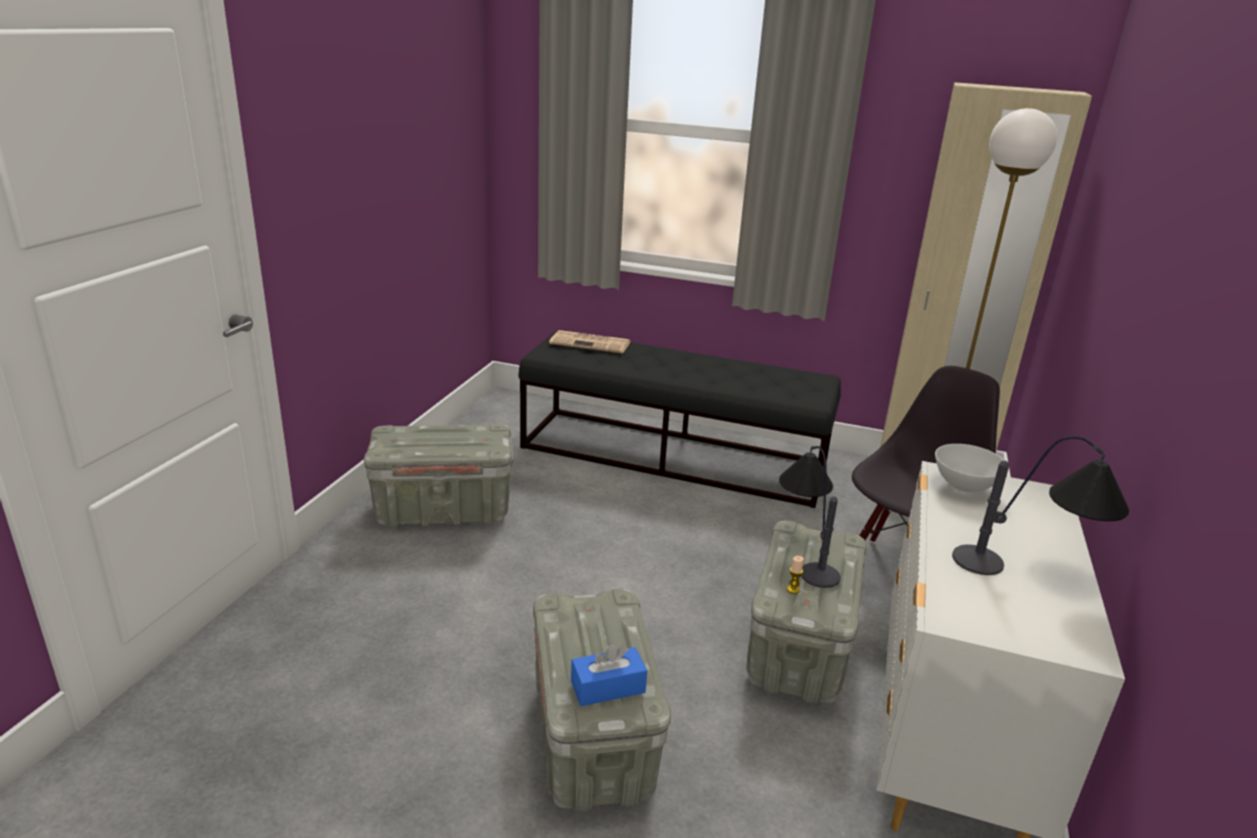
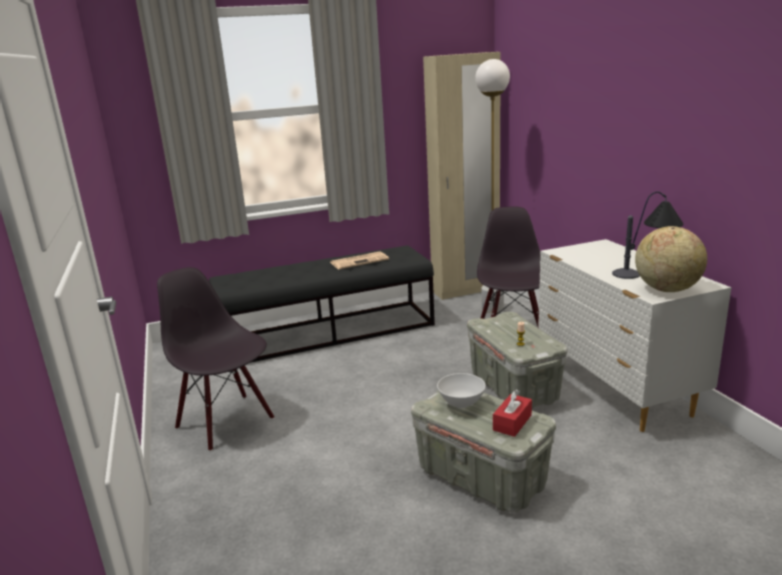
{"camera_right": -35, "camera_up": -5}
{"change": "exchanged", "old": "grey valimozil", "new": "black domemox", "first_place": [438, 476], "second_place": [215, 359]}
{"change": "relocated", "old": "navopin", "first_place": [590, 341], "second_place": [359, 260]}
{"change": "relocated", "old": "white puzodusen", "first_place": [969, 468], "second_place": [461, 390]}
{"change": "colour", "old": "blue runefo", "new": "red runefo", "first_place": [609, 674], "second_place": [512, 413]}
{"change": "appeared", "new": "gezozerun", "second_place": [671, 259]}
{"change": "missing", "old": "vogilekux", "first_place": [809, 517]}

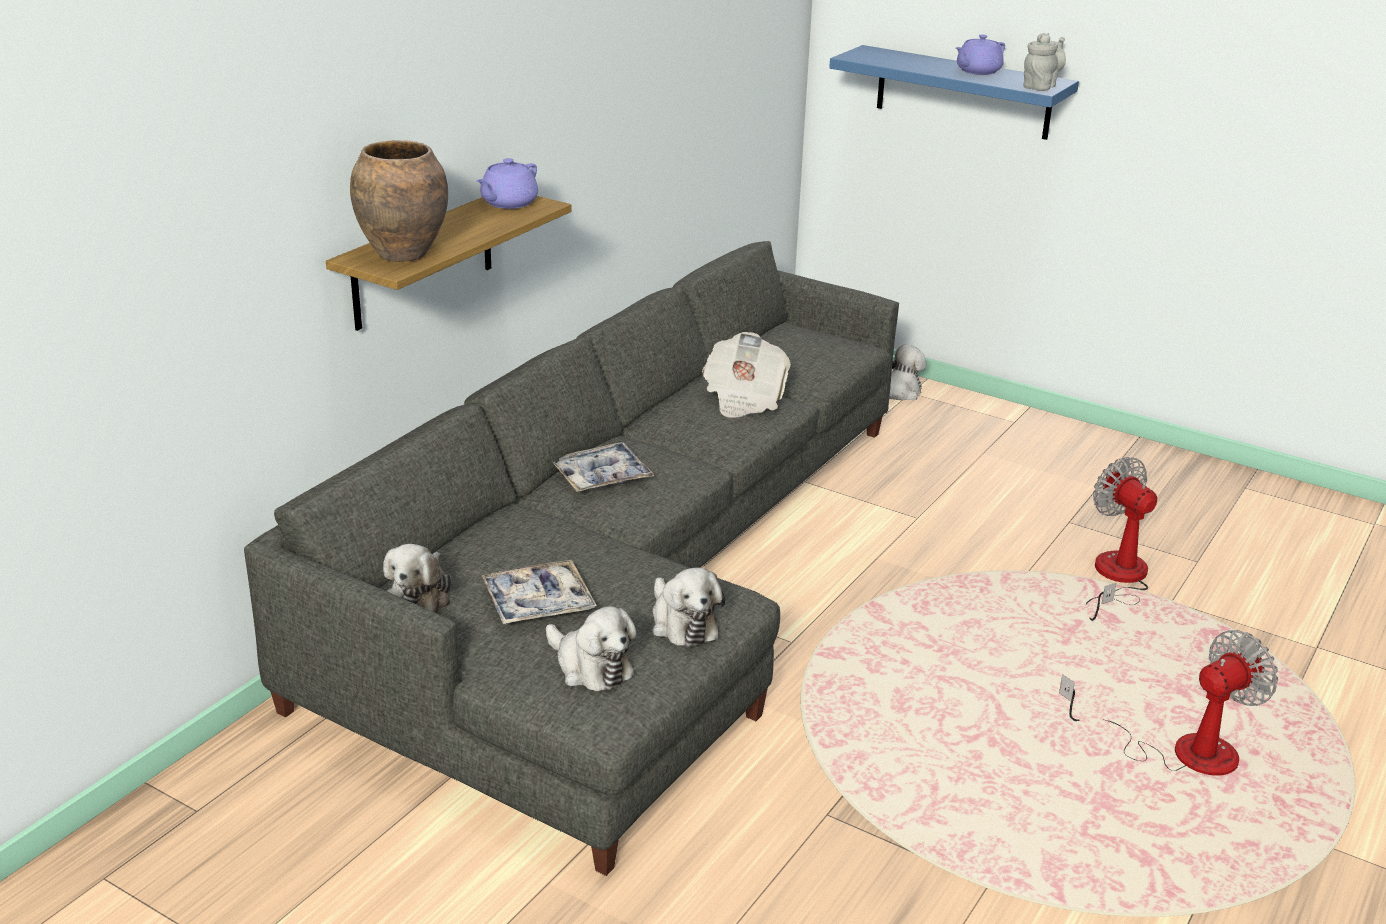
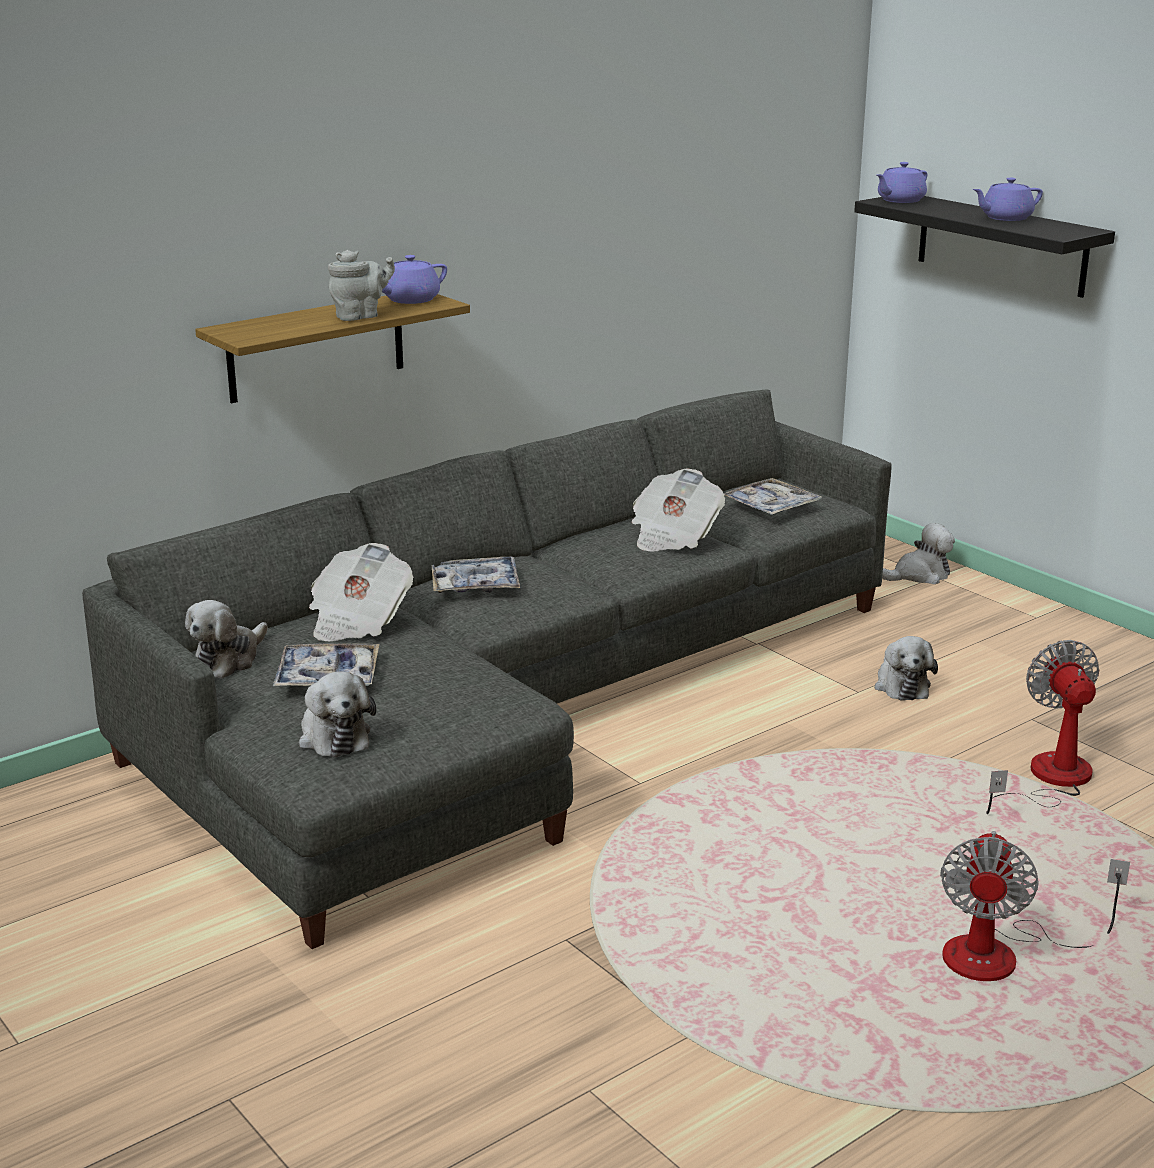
{"camera_right": 20, "camera_up": -5}
{"change": "appeared", "new": "navopin", "second_place": [361, 592]}
{"change": "relocated", "old": "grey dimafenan", "first_place": [1044, 62], "second_place": [361, 285]}
{"change": "appeared", "new": "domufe", "second_place": [773, 496]}
{"change": "colour", "old": "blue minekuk", "new": "black minekuk", "first_place": [954, 92], "second_place": [984, 247]}
{"change": "relocated", "old": "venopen", "first_place": [688, 607], "second_place": [906, 668]}
{"change": "appeared", "new": "purple dimafenan", "second_place": [902, 182]}
{"change": "spun", "old": "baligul", "first_place": [1168, 702], "second_place": [1035, 906], "degrees": 120}
{"change": "missing", "old": "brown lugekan", "first_place": [399, 201]}

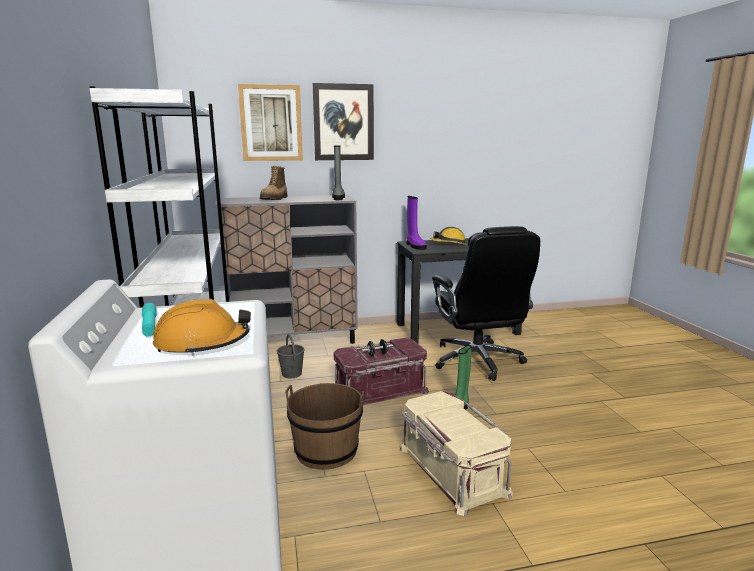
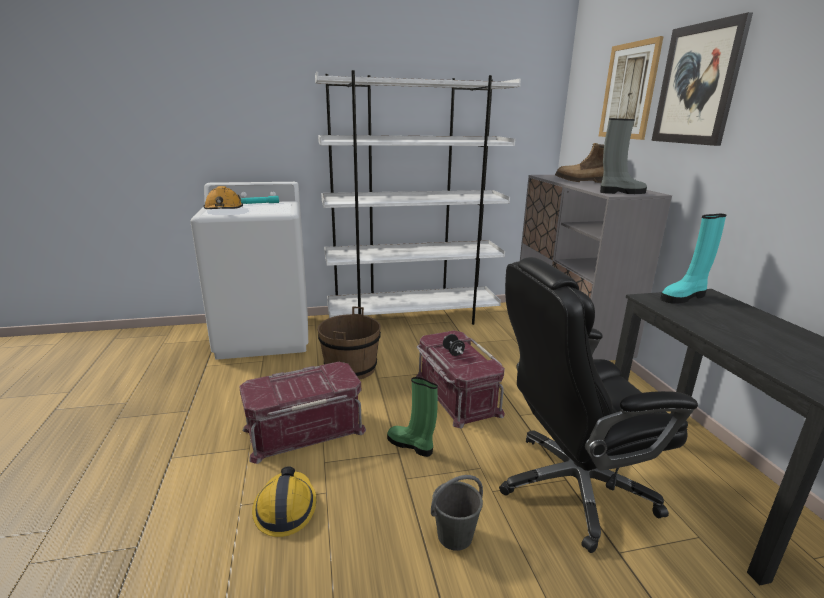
{"camera_right": 90, "camera_up": 5}
{"change": "colour", "old": "beige valimozil", "new": "red valimozil", "first_place": [456, 453], "second_place": [302, 413]}
{"change": "relocated", "old": "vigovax", "first_place": [448, 236], "second_place": [284, 501]}
{"change": "relocated", "old": "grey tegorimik", "first_place": [291, 356], "second_place": [457, 513]}
{"change": "colour", "old": "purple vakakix", "new": "turquoise vakakix", "first_place": [417, 223], "second_place": [693, 259]}

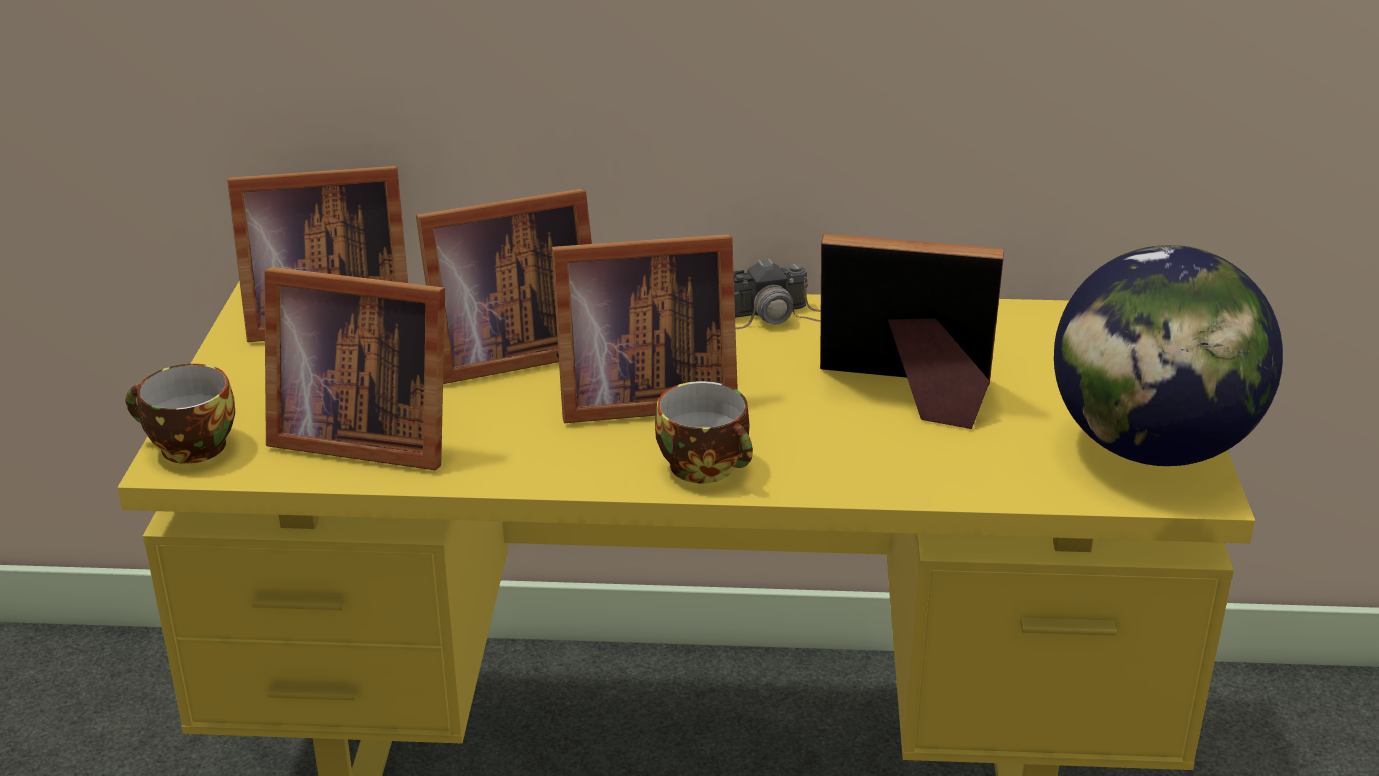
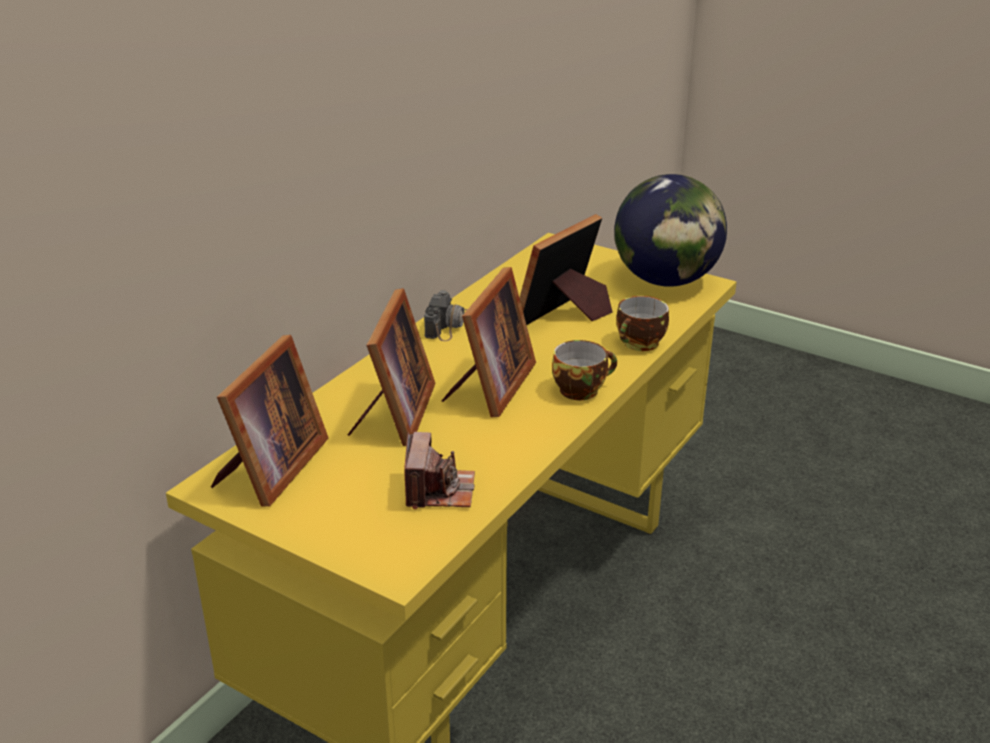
{"camera_right": -60, "camera_up": 0}
{"change": "exchanged", "old": "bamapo", "new": "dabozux", "first_place": [354, 368], "second_place": [439, 471]}
{"change": "relocated", "old": "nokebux", "first_place": [180, 414], "second_place": [642, 323]}

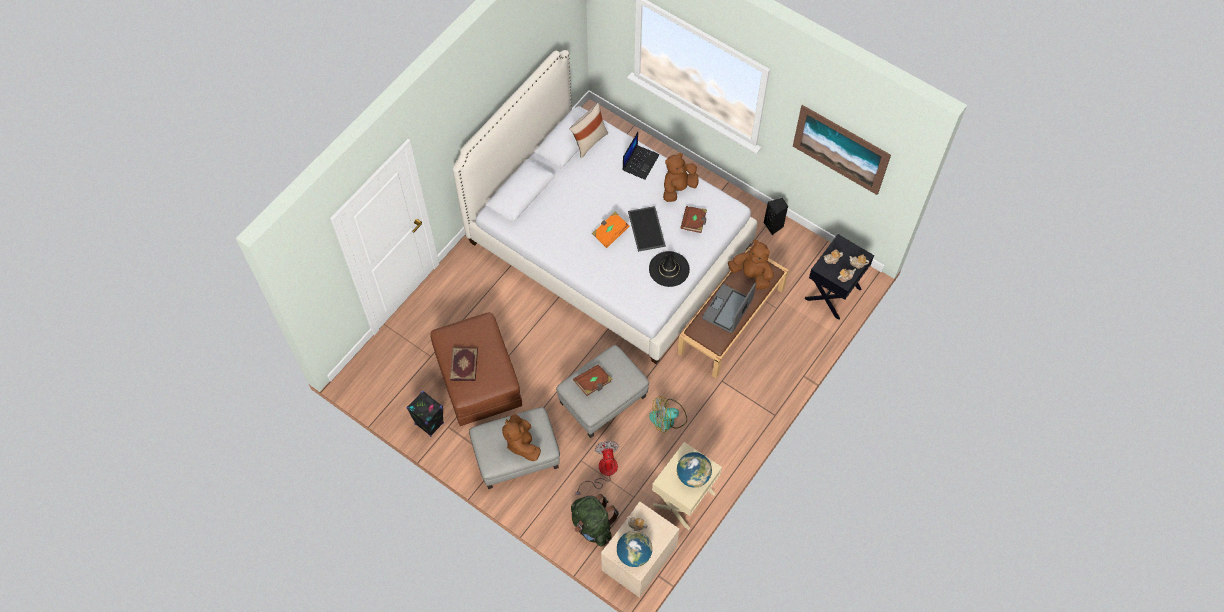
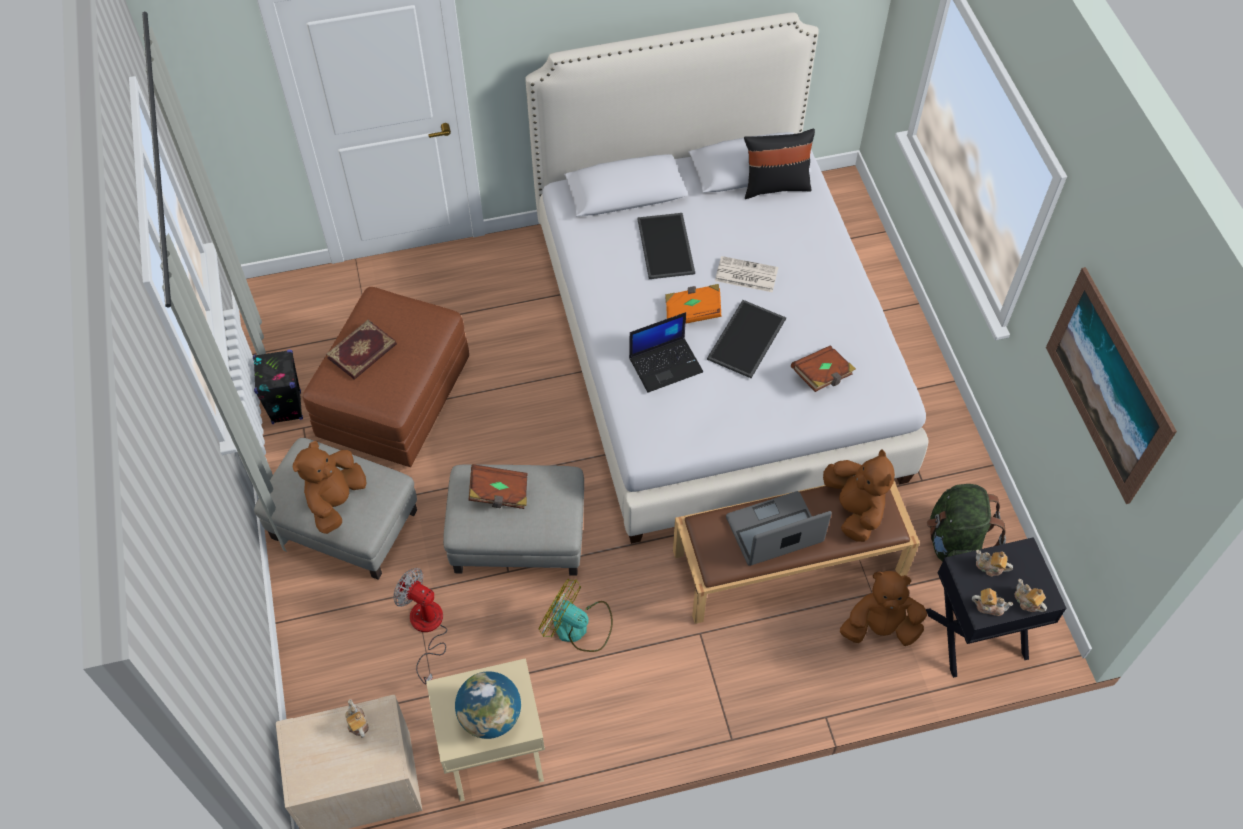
{"camera_right": 40, "camera_up": -5}
{"change": "spun", "old": "baligul", "first_place": [597, 468], "second_place": [420, 626], "degrees": -90}
{"change": "relocated", "old": "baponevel", "first_place": [640, 156], "second_place": [666, 352]}
{"change": "appeared", "new": "domufe", "second_place": [666, 246]}
{"change": "appeared", "new": "navopin", "second_place": [746, 274]}
{"change": "colour", "old": "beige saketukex", "new": "black saketukex", "first_place": [588, 130], "second_place": [779, 164]}
{"change": "relocated", "old": "brown venopen", "first_place": [681, 177], "second_place": [883, 608]}
{"change": "relocated", "old": "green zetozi", "first_place": [595, 520], "second_place": [966, 523]}
{"change": "missing", "old": "gezozerun", "first_place": [634, 549]}
{"change": "missing", "old": "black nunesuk", "first_place": [669, 269]}
{"change": "missing", "old": "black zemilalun", "first_place": [776, 216]}

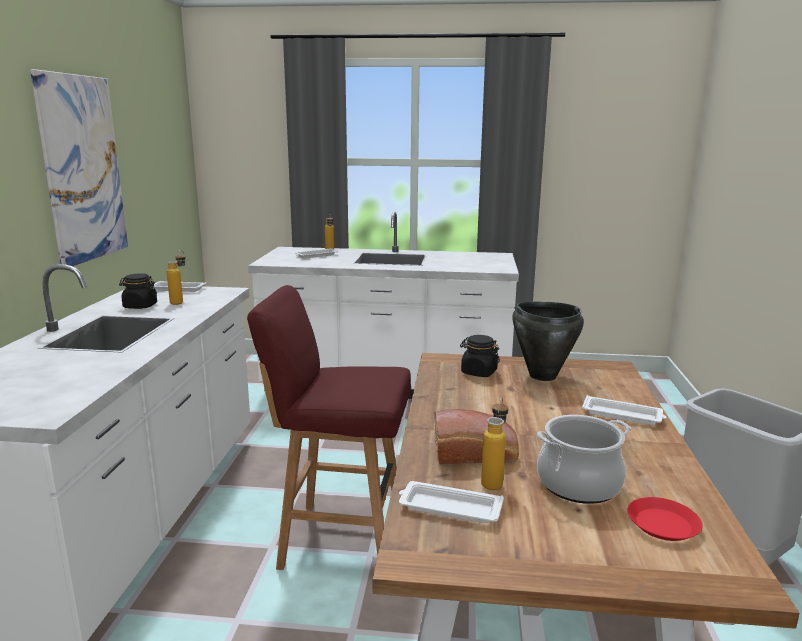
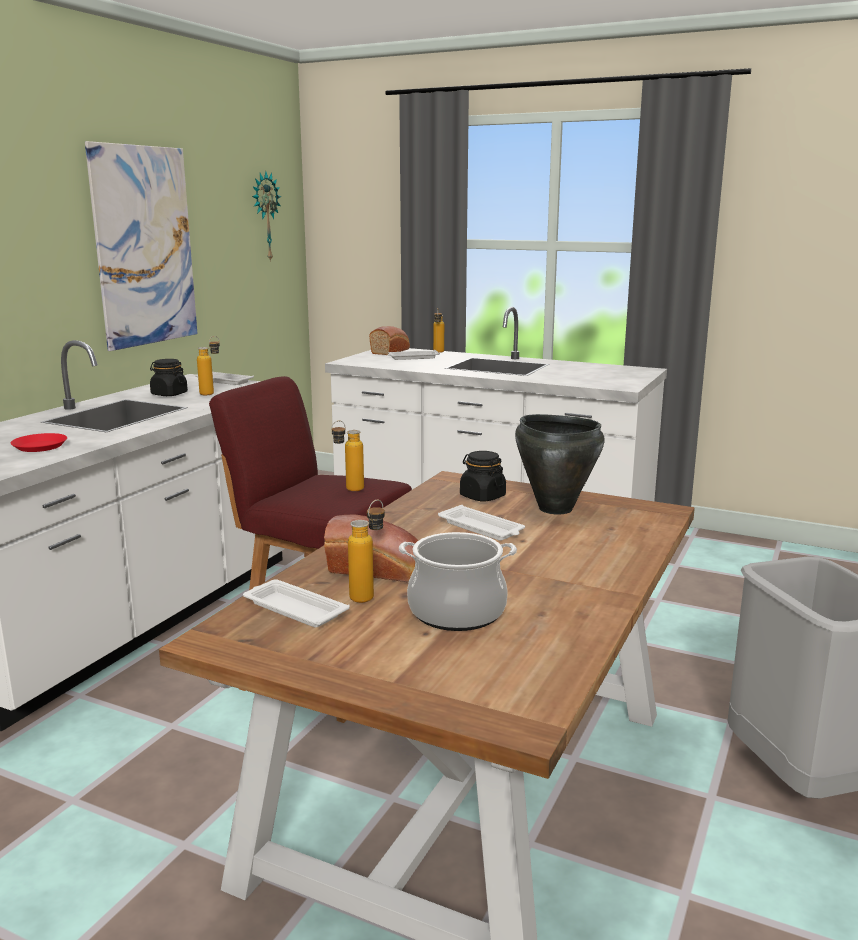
{"camera_right": 20, "camera_up": 0}
{"change": "relocated", "old": "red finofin", "first_place": [665, 519], "second_place": [39, 442]}
{"change": "appeared", "new": "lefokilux", "second_place": [266, 216]}
{"change": "appeared", "new": "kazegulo", "second_place": [347, 456]}
{"change": "appeared", "new": "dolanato", "second_place": [389, 340]}
{"change": "relocated", "old": "white domufe", "first_place": [624, 410], "second_place": [481, 523]}

